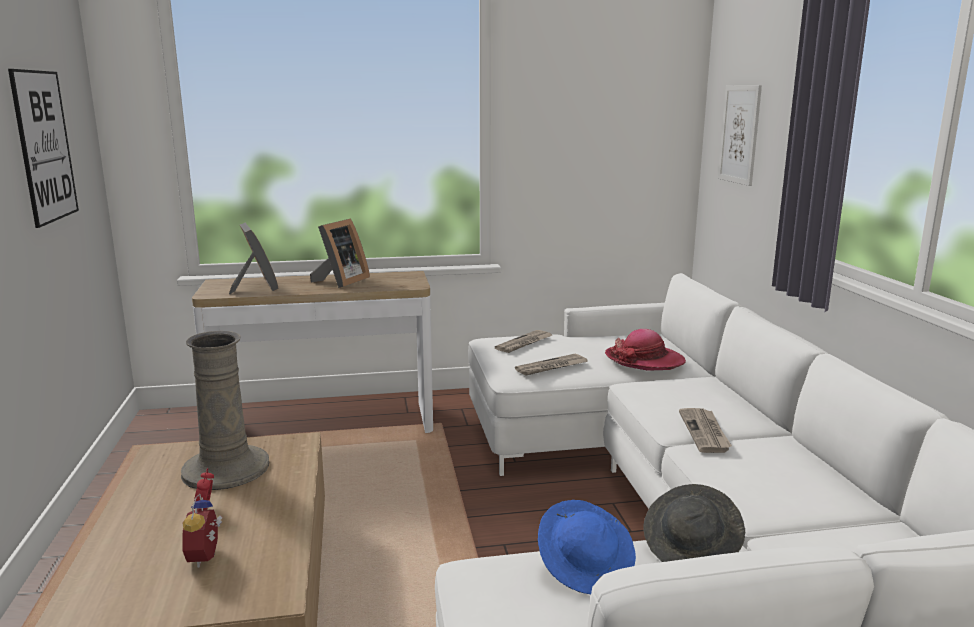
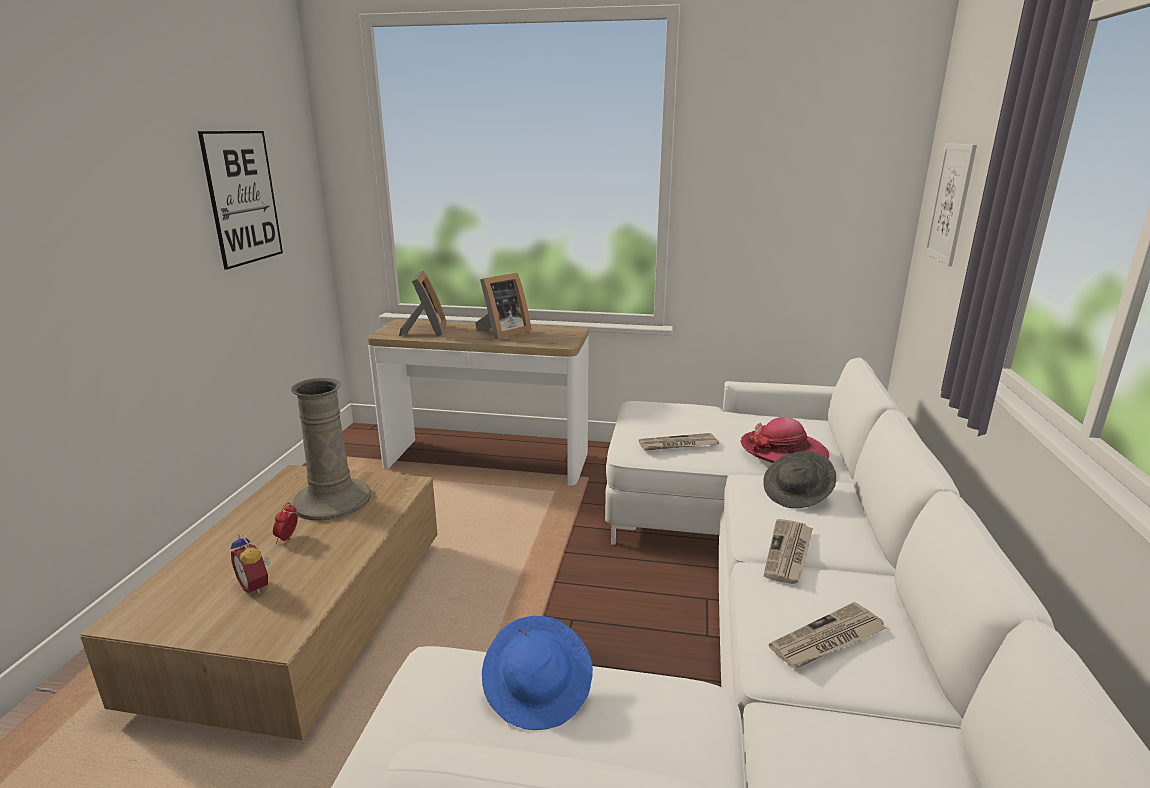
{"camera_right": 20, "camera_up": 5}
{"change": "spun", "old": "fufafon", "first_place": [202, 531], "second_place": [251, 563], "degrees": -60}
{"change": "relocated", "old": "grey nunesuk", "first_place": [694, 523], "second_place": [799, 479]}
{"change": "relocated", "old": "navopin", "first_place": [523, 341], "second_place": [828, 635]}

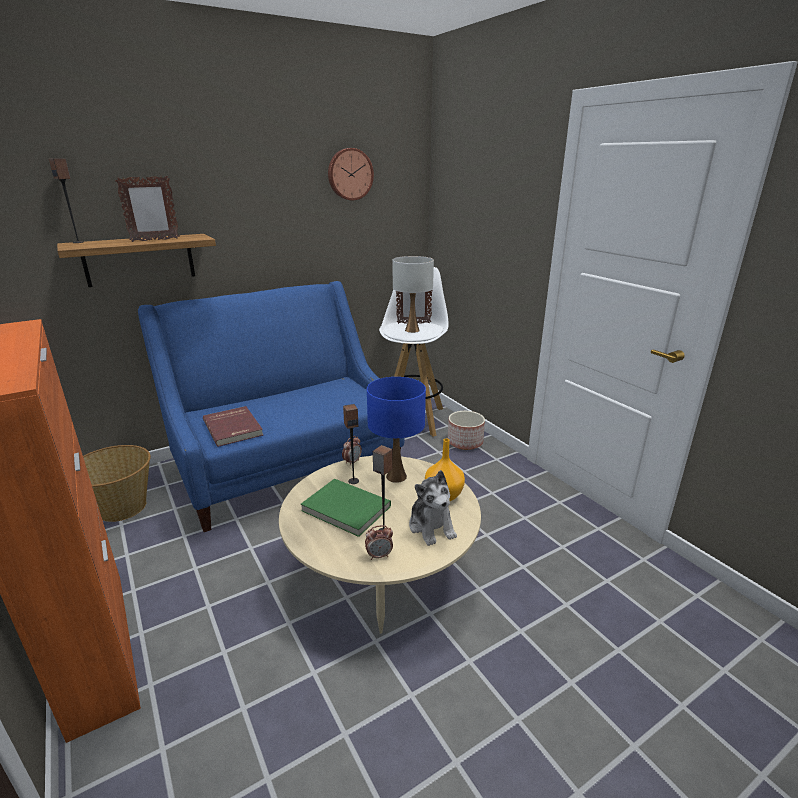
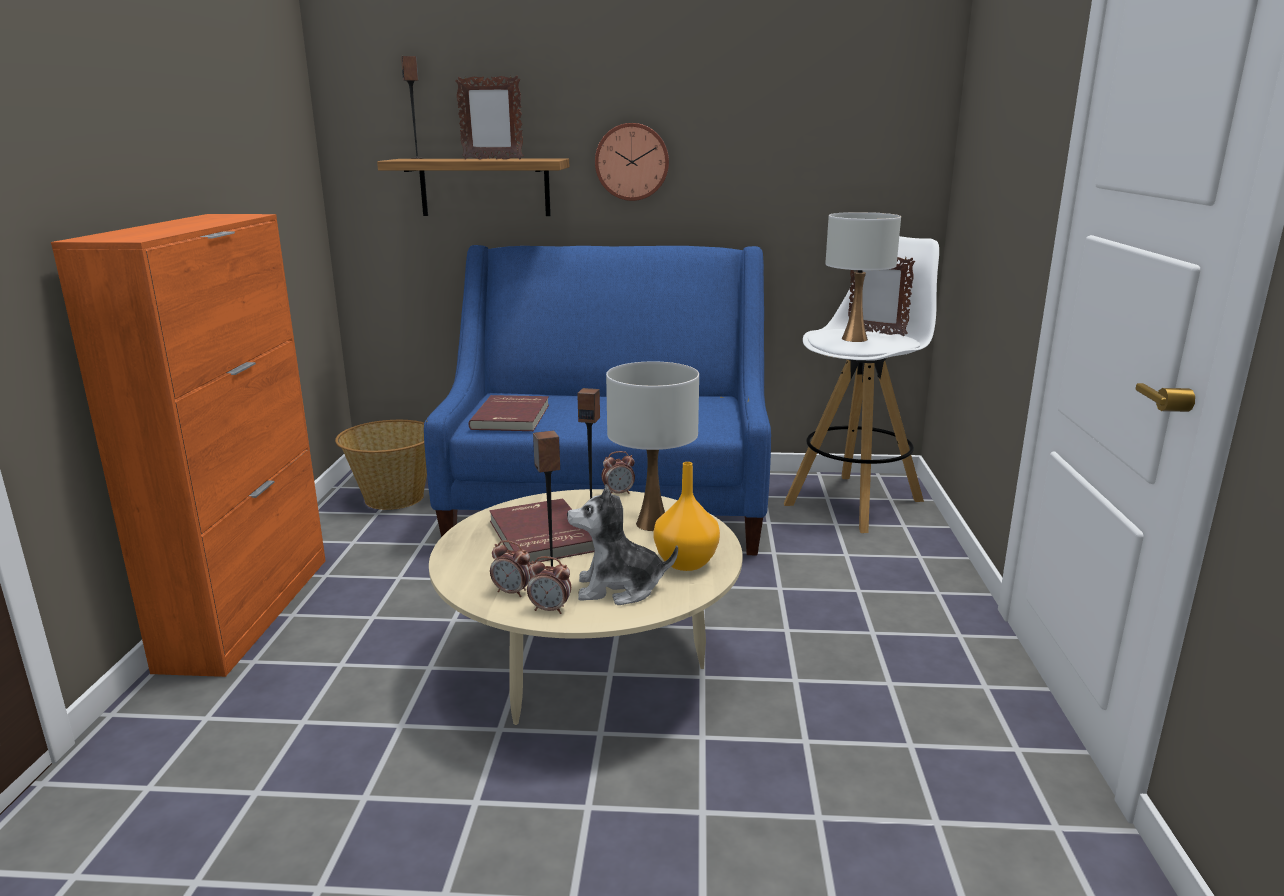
{"camera_right": 35, "camera_up": -5}
{"change": "colour", "old": "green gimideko", "new": "red gimideko", "first_place": [346, 508], "second_place": [541, 531]}
{"change": "appeared", "new": "fufafon", "second_place": [549, 585]}
{"change": "spun", "old": "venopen", "first_place": [433, 508], "second_place": [622, 544], "degrees": 75}
{"change": "relocated", "old": "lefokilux", "first_place": [351, 174], "second_place": [632, 162]}
{"change": "colour", "old": "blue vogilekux", "new": "white vogilekux", "first_place": [396, 430], "second_place": [652, 446]}
{"change": "missing", "old": "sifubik", "first_place": [466, 430]}

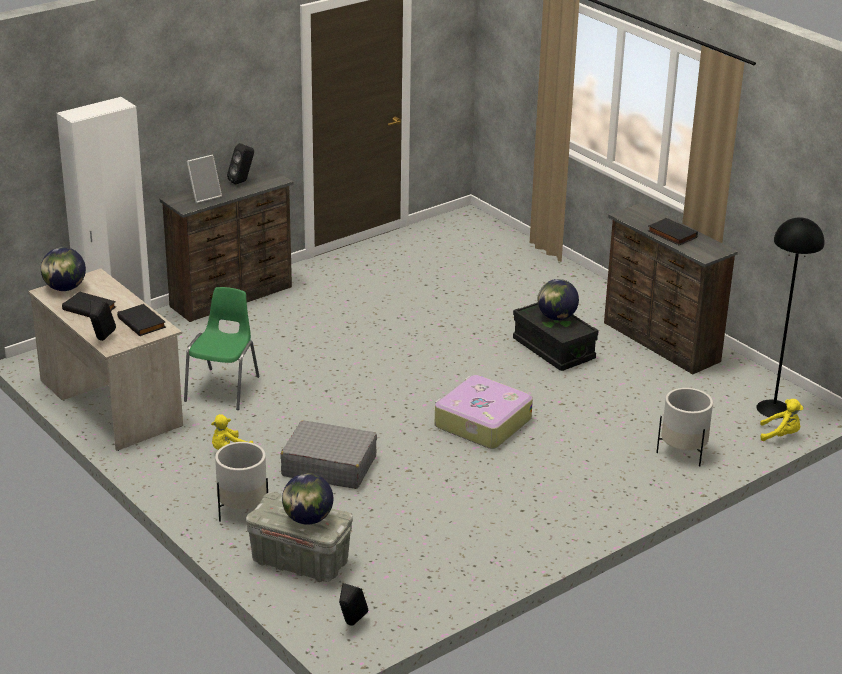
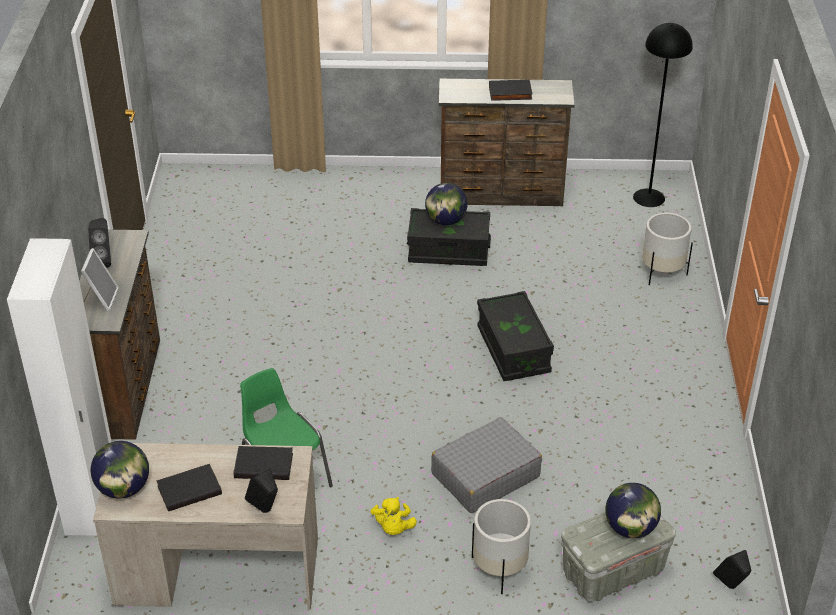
{"camera_right": -50, "camera_up": 10}
{"change": "exchanged", "old": "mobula", "new": "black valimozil", "first_place": [483, 412], "second_place": [515, 336]}
{"change": "missing", "old": "yellow venopen", "first_place": [781, 420]}

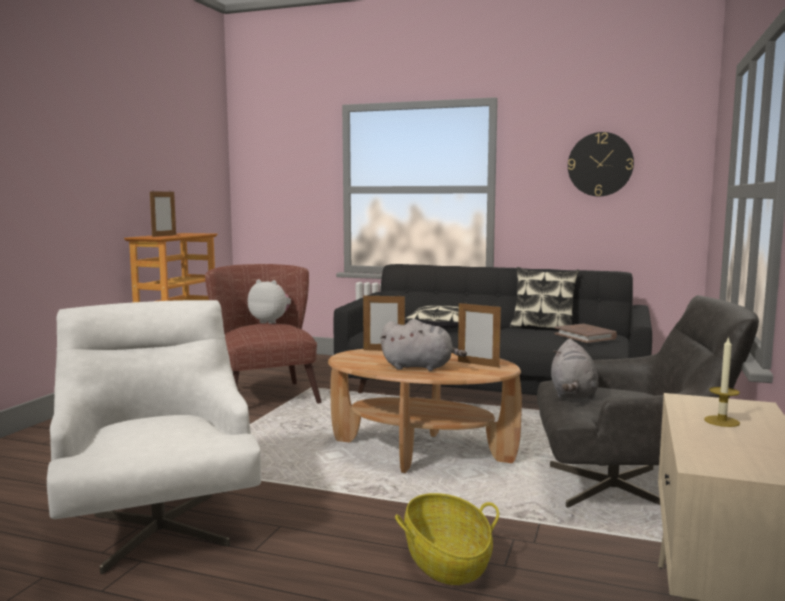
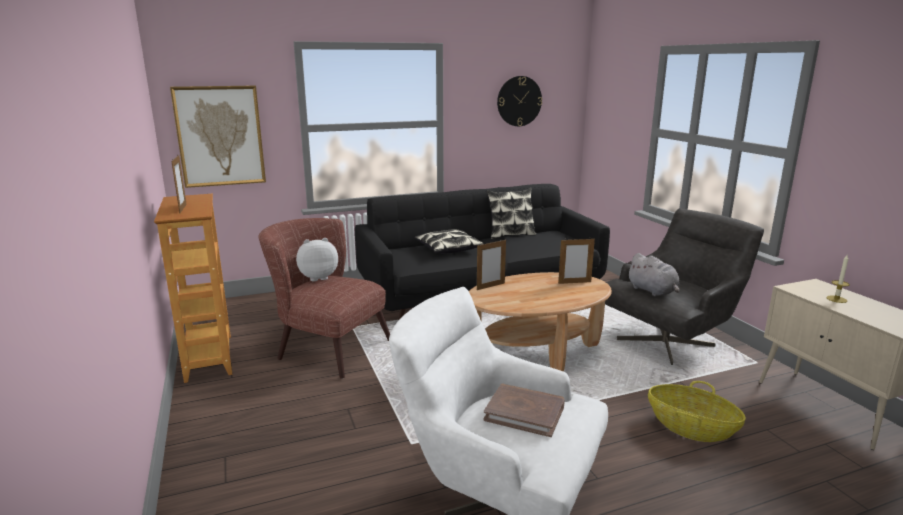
{"camera_right": -40, "camera_up": 10}
{"change": "appeared", "new": "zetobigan", "second_place": [218, 137]}
{"change": "relocated", "old": "brown gimideko", "first_place": [585, 333], "second_place": [524, 410]}
{"change": "missing", "old": "grey venopen", "first_place": [423, 345]}

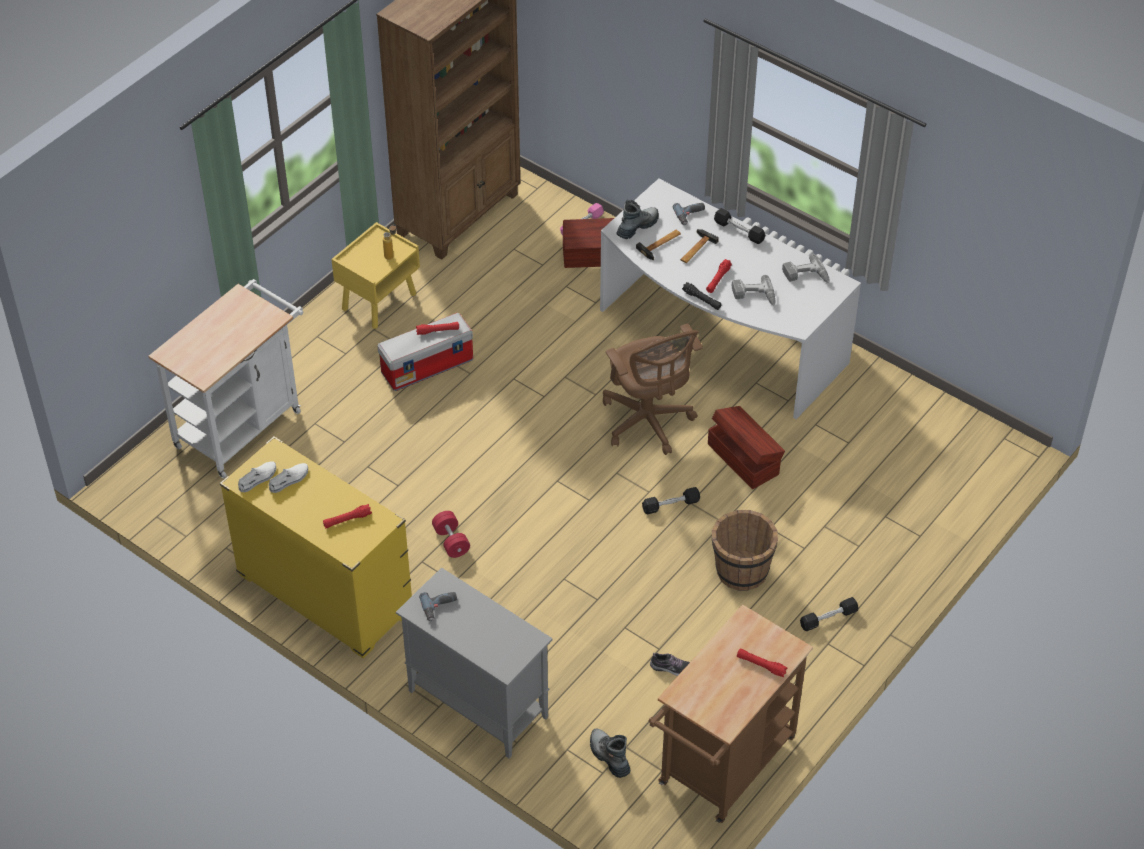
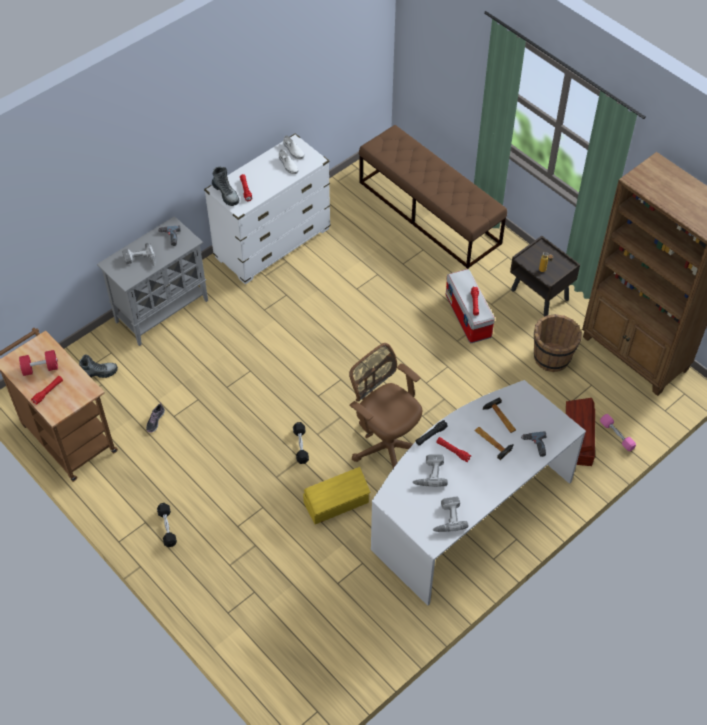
{"camera_right": 100, "camera_up": 5}
{"change": "relocated", "old": "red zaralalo", "first_place": [451, 534], "second_place": [38, 363]}
{"change": "appeared", "new": "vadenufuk", "second_place": [139, 254]}
{"change": "colour", "old": "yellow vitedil", "new": "white vitedil", "first_place": [316, 547], "second_place": [267, 208]}
{"change": "relocated", "old": "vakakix", "first_place": [637, 219], "second_place": [225, 186]}
{"change": "colour", "old": "brown valimozil", "new": "yellow valimozil", "first_place": [746, 447], "second_place": [336, 495]}
{"change": "spun", "old": "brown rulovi", "first_place": [653, 389], "second_place": [385, 405], "degrees": 60}
{"change": "exchanged", "old": "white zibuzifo", "new": "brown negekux", "first_place": [225, 378], "second_place": [433, 197]}
{"change": "colour", "old": "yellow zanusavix", "new": "brown zanusavix", "first_place": [375, 275], "second_place": [545, 276]}
{"change": "relocated", "old": "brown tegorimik", "first_place": [745, 550], "second_place": [558, 343]}
{"change": "missing", "old": "black zaralalo", "first_place": [740, 226]}

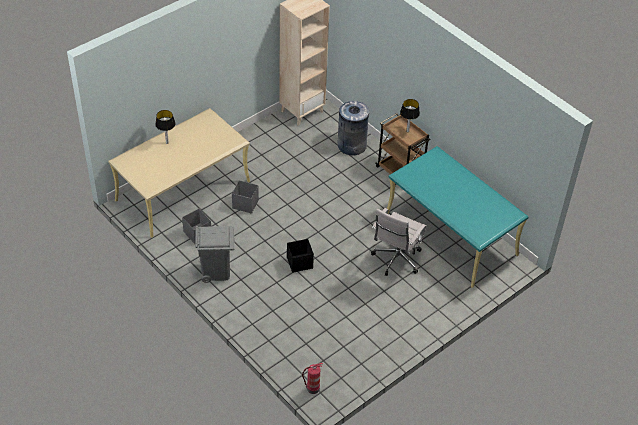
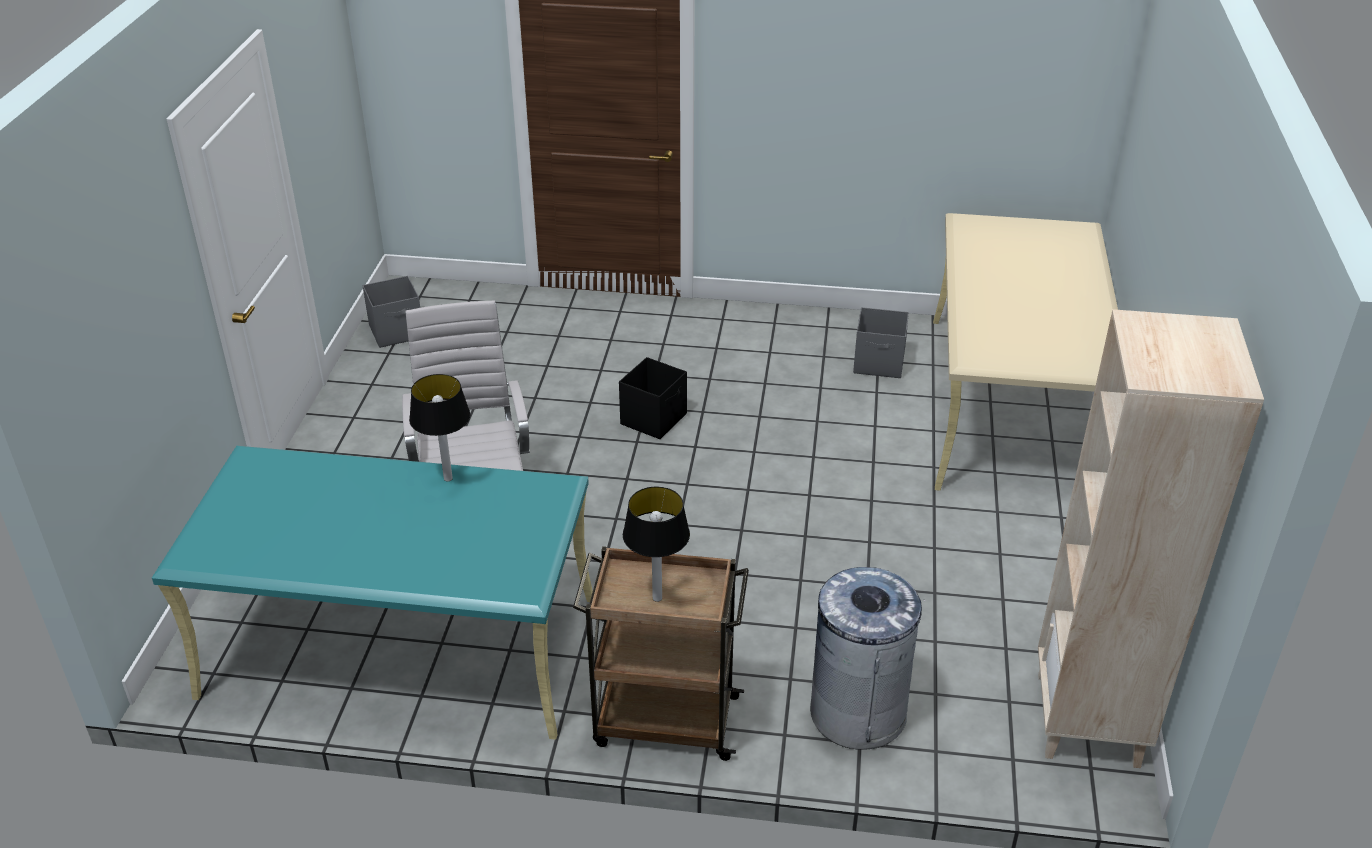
{"camera_right": 140, "camera_up": -10}
{"change": "relocated", "old": "grey valimozil", "first_place": [245, 197], "second_place": [391, 312]}
{"change": "relocated", "old": "vogilekux", "first_place": [165, 127], "second_place": [439, 428]}
{"change": "missing", "old": "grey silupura", "first_place": [214, 254]}
{"change": "missing", "old": "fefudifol", "first_place": [312, 378]}

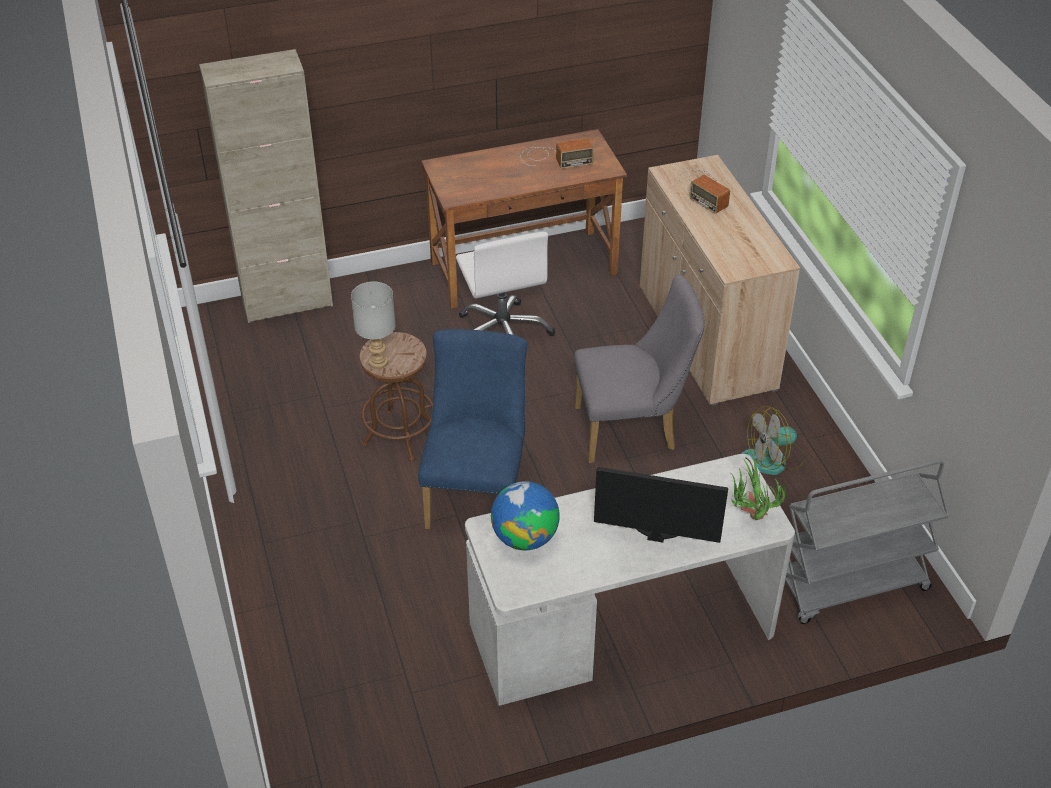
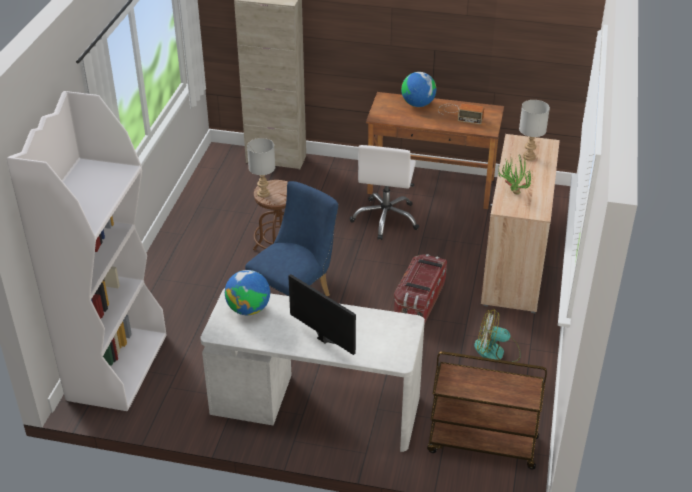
{"camera_right": 30, "camera_up": -5}
{"change": "appeared", "new": "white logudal", "second_place": [86, 251]}
{"change": "exchanged", "old": "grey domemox", "new": "valimozil", "first_place": [639, 368], "second_place": [420, 289]}
{"change": "appeared", "new": "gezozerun", "second_place": [418, 89]}
{"change": "colour", "old": "grey zibuzifo", "new": "brown zibuzifo", "first_place": [867, 541], "second_place": [487, 410]}
{"change": "relocated", "old": "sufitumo", "first_place": [758, 488], "second_place": [514, 174]}
{"change": "exchanged", "old": "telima", "new": "grey vogilekux", "first_place": [704, 191], "second_place": [534, 130]}

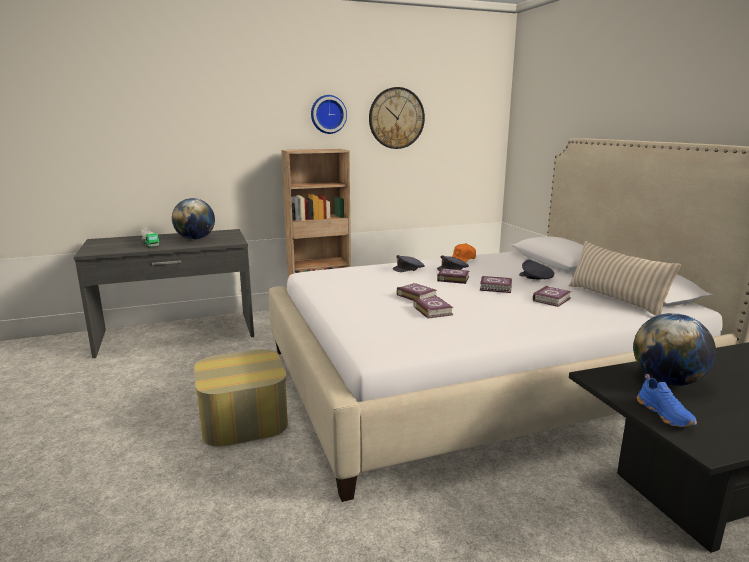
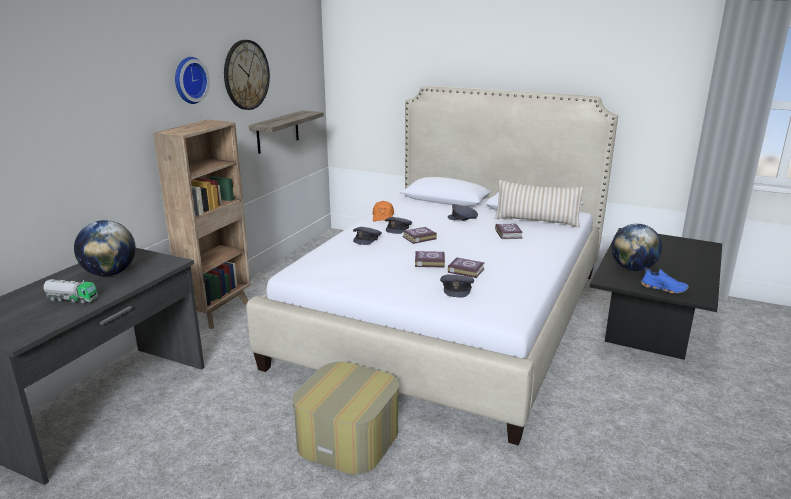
{"camera_right": -45, "camera_up": 5}
{"change": "appeared", "new": "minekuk", "second_place": [286, 132]}
{"change": "appeared", "new": "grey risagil", "second_place": [457, 286]}
{"change": "missing", "old": "gimideko", "first_place": [496, 284]}

